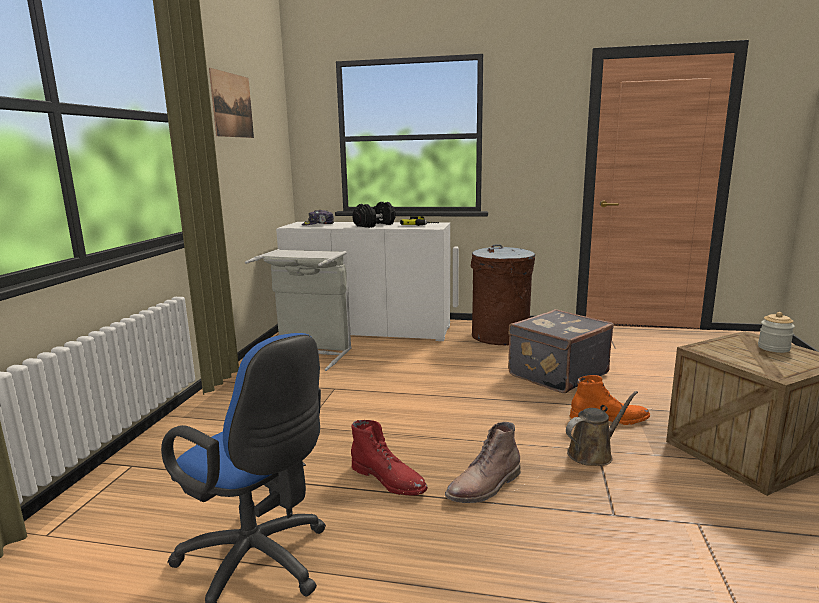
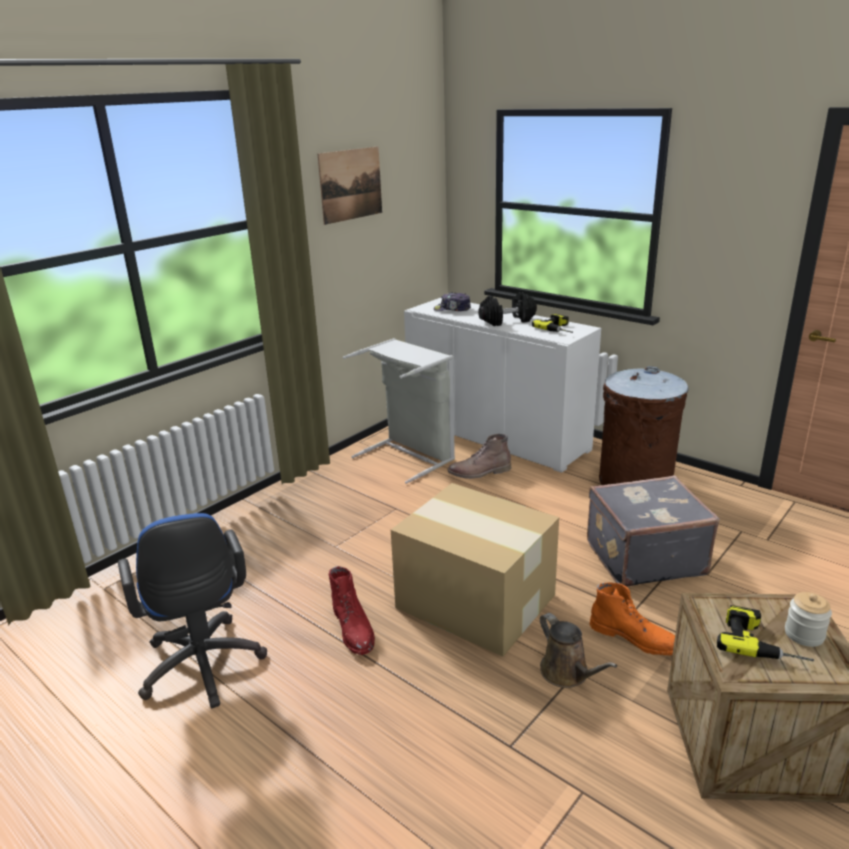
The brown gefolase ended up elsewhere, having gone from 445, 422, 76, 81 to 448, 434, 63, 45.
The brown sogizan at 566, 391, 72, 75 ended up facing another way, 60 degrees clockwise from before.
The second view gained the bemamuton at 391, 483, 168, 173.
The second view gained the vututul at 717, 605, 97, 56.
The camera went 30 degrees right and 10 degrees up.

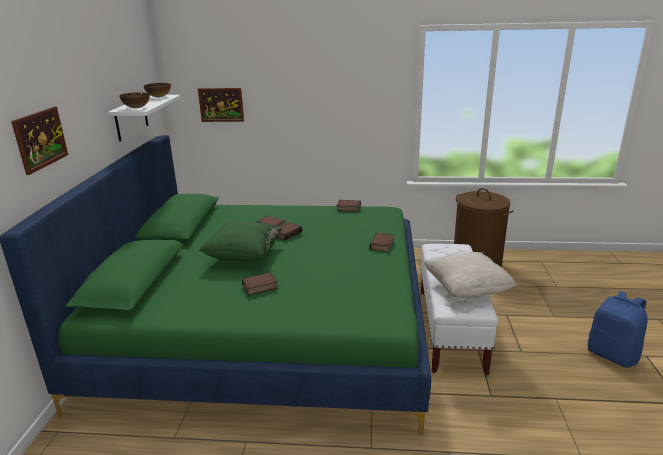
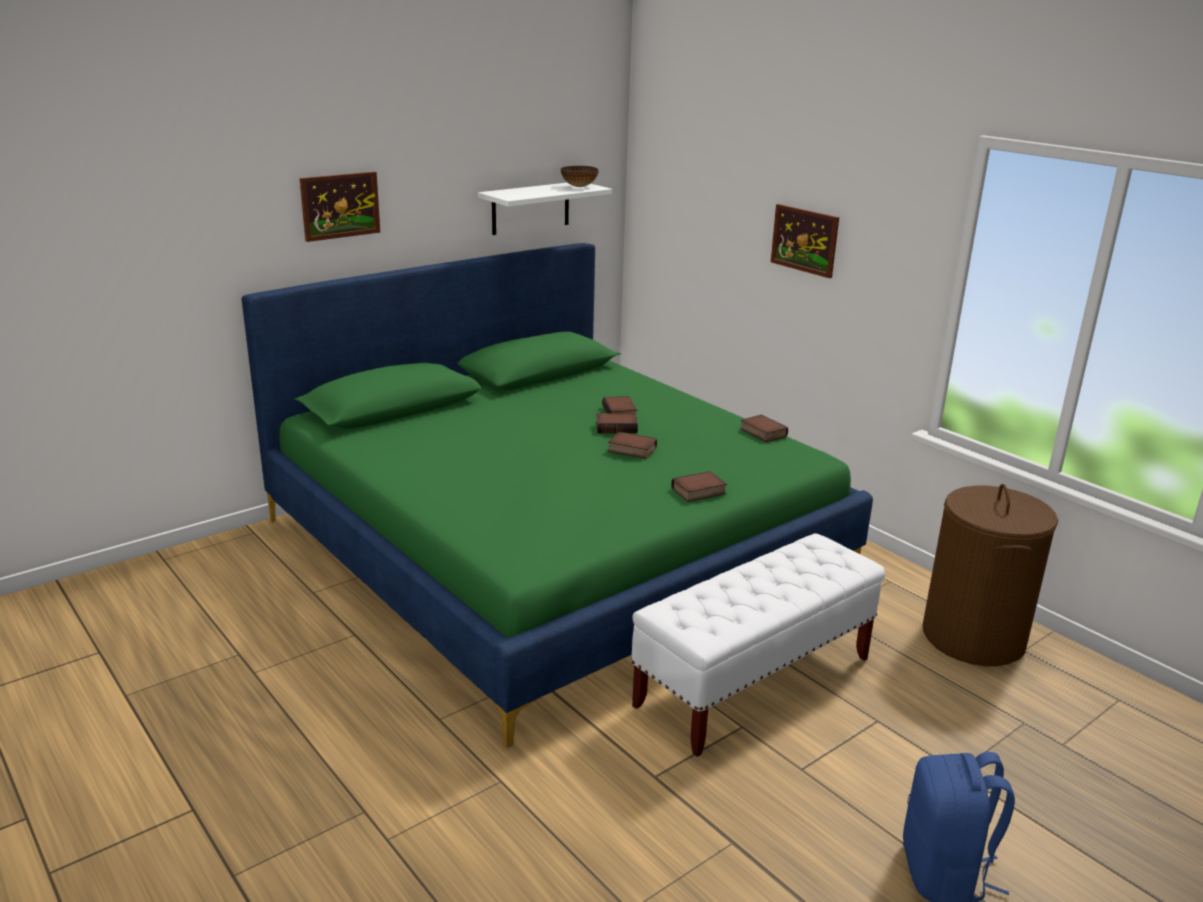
The second view lost the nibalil at 119, 92, 31, 17.
The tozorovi ended up elsewhere, having gone from 198, 88, 46, 34 to 771, 204, 68, 74.
The second view lost the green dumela at 199, 221, 83, 41.
The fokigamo ended up elsewhere, having gone from 242, 272, 36, 23 to 608, 432, 49, 27.
The second view lost the beige dumela at 424, 252, 93, 46.
The camera went 45 degrees right and 0 degrees up.

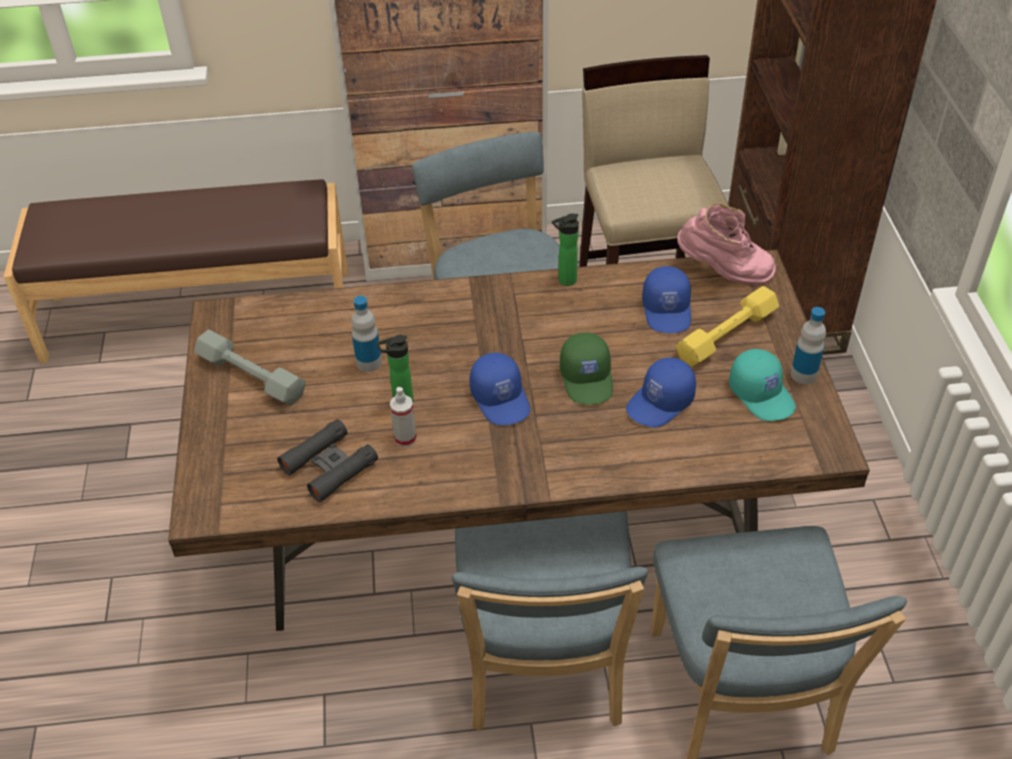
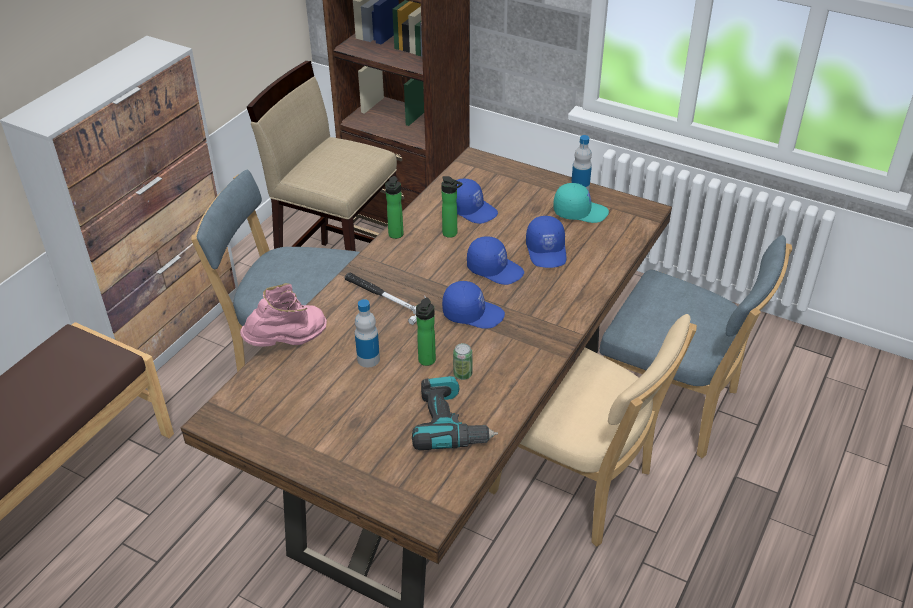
The second view lost the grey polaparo at 194, 330, 112, 76.
Where the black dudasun stood at 277, 419, 101, 83, the vututul came to stand at 412, 376, 86, 74.
Where the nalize stood at 390, 387, 27, 60, the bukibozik came to stand at 453, 343, 19, 37.
What was the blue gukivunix at 452, 511, 196, 220 turned into the beige gukivunix at 489, 314, 208, 233.
What was the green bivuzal at 560, 333, 53, 72 turned into the blue bivuzal at 467, 236, 57, 49.
The second view lost the yellow polaparo at 676, 286, 103, 81.
The pink gefolase ended up elsewhere, having gone from 677, 203, 99, 82 to 240, 283, 87, 63.
The second view gained the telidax at 345, 273, 81, 52.
The second view gained the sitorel at 441, 176, 22, 62.
The camera went 55 degrees left and 5 degrees down.

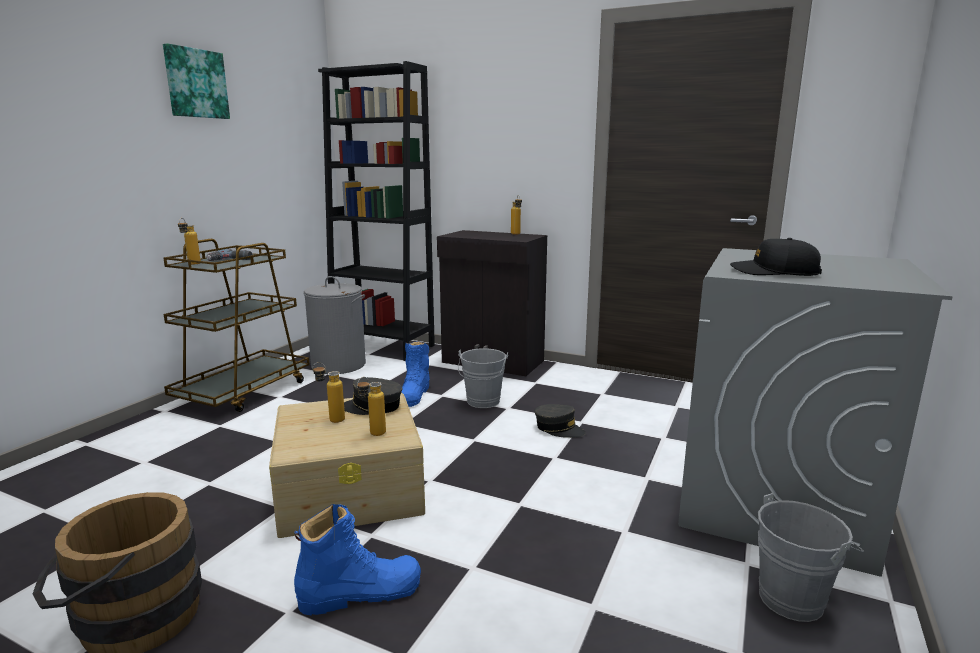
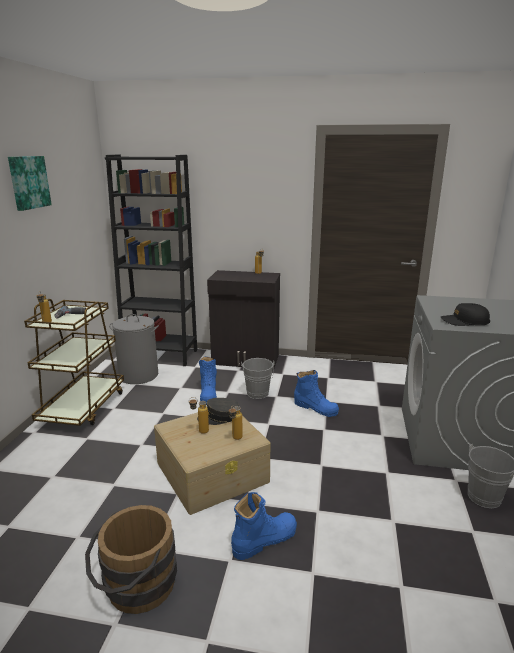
Where the grey bivuzal stood at 535, 404, 51, 34, the blue gefolase came to stand at 294, 370, 45, 47.
The camera went 15 degrees left and 5 degrees up.

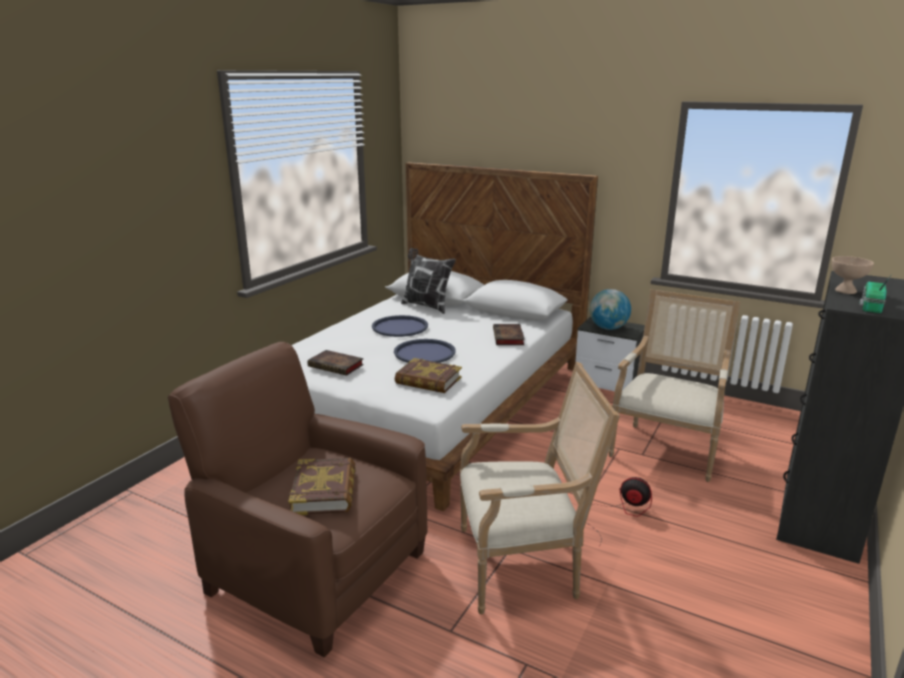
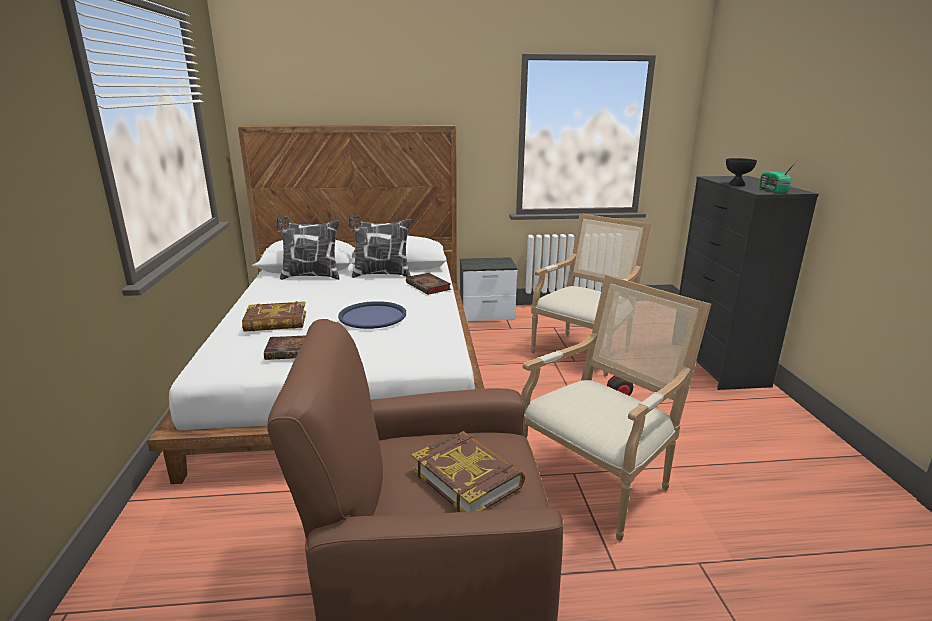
The second view lost the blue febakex at 372, 315, 56, 22.
The fokigamo ended up elsewhere, having gone from 395, 358, 67, 35 to 242, 301, 64, 31.
The second view lost the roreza at 590, 289, 41, 41.
The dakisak at 609, 289, 131, 193 ended up facing another way, 45 degrees clockwise from before.
What was the beige nibalil at 832, 256, 42, 38 turned into the black nibalil at 726, 158, 31, 28.
The second view gained the dumela at 348, 215, 63, 63.
The camera went 35 degrees left and 0 degrees up.

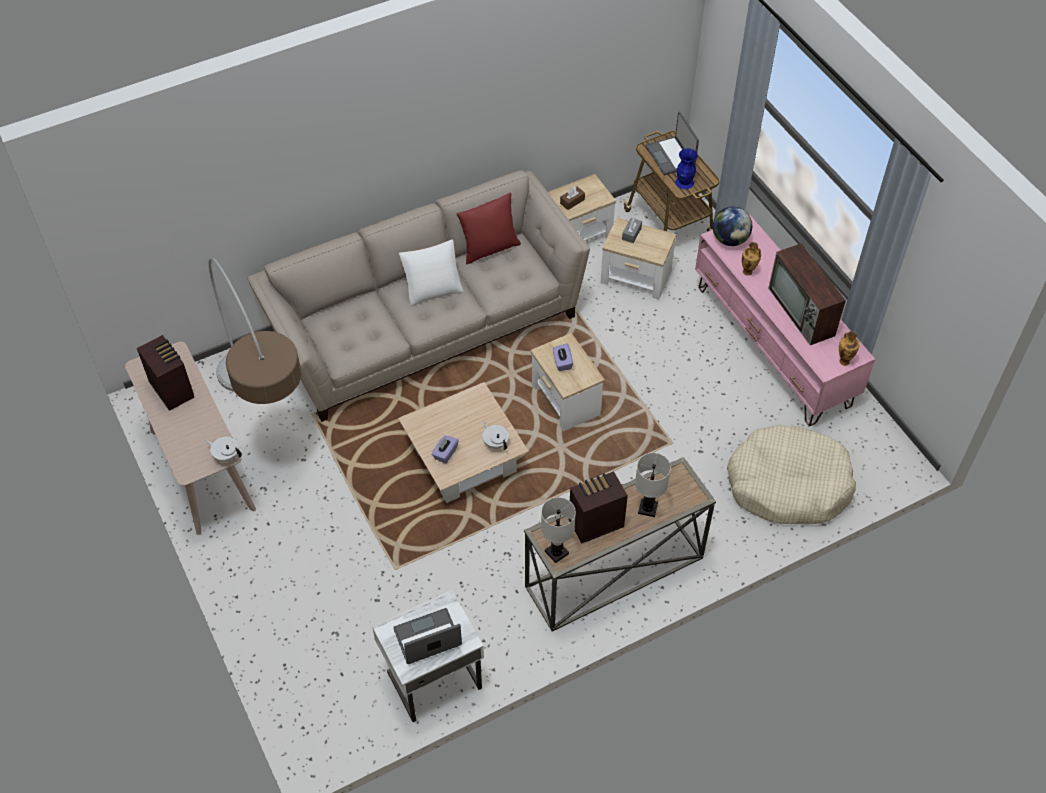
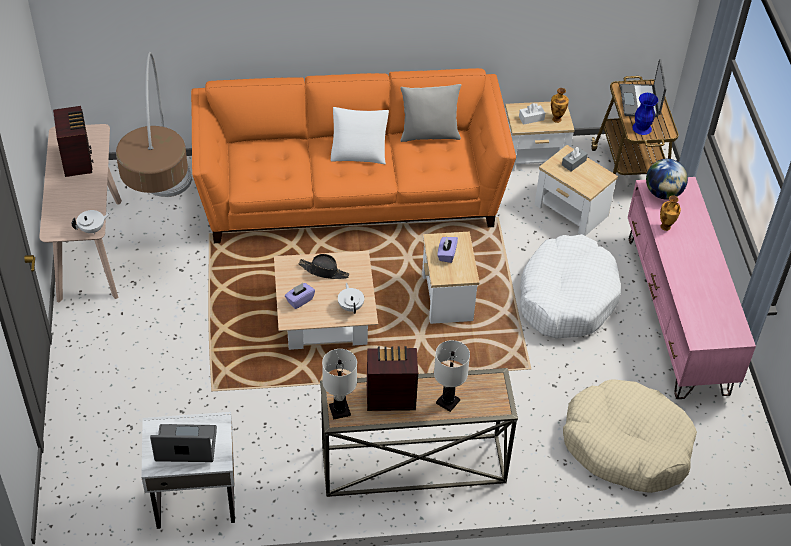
The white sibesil at 206, 436, 36, 26 ended up facing another way, 105 degrees clockwise from before.
What was the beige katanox at 247, 170, 343, 252 turned into the orange katanox at 191, 68, 325, 175.
What was the red dumela at 456, 192, 65, 72 turned into the grey dumela at 400, 84, 61, 58.
What was the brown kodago at 560, 186, 25, 24 turned into the white kodago at 519, 103, 26, 22.
The second view lost the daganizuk at 769, 243, 77, 102.
The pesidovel ended up elsewhere, having gone from 839, 331, 20, 35 to 551, 88, 18, 35.
The second view gained the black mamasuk at 299, 254, 50, 25.
The second view gained the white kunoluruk at 520, 234, 101, 105.
The camera went 20 degrees right and 5 degrees down.

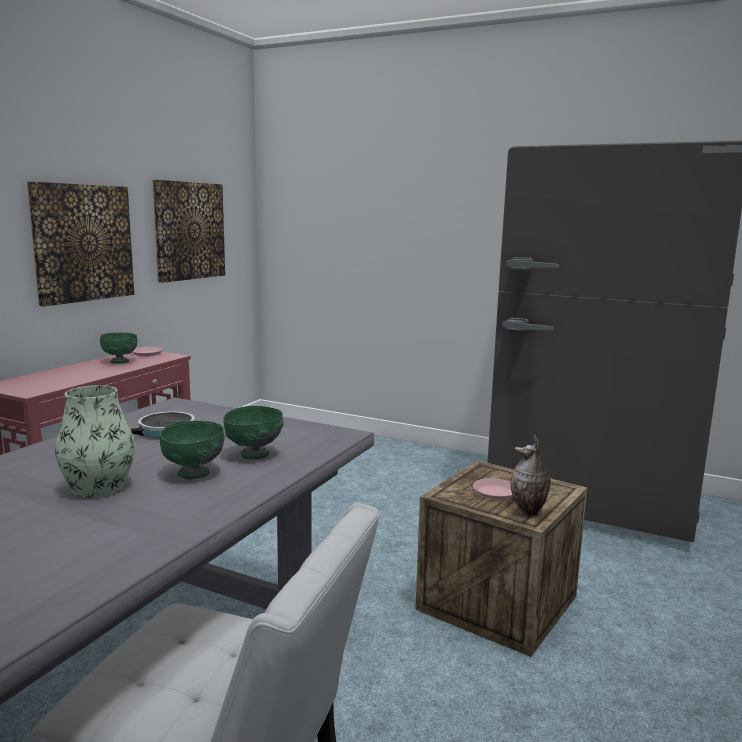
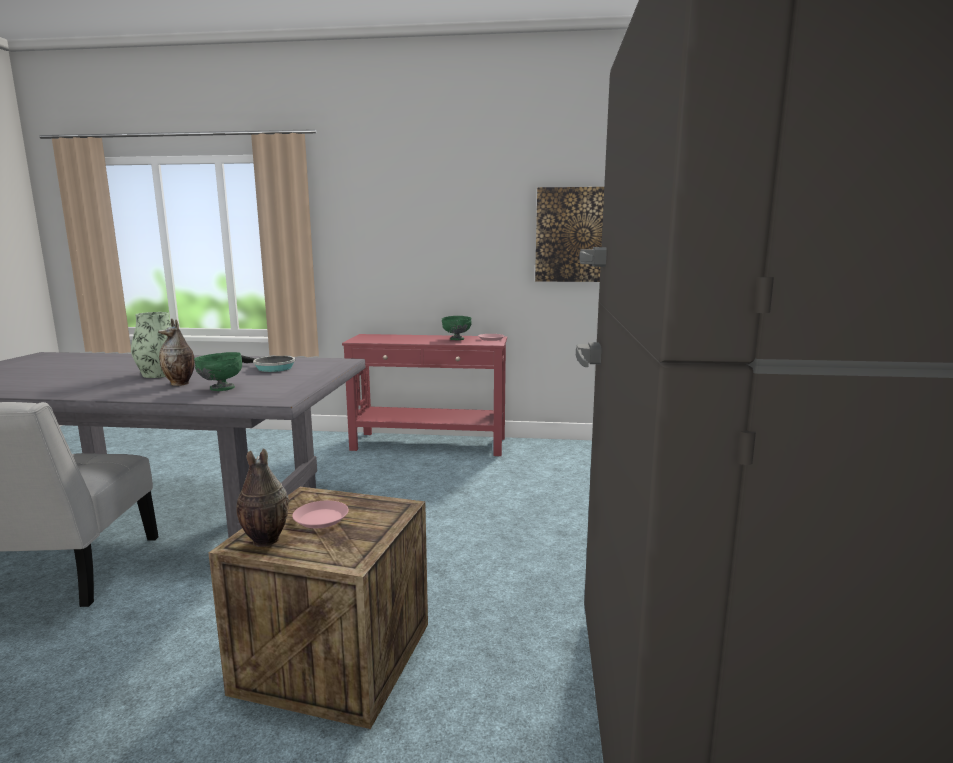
The second view lost the tozorovi at 27, 181, 107, 126.
Where the green nibalil stood at 160, 421, 65, 58, the pesidovel came to stand at 158, 319, 37, 67.
The camera went 70 degrees right and 0 degrees up.

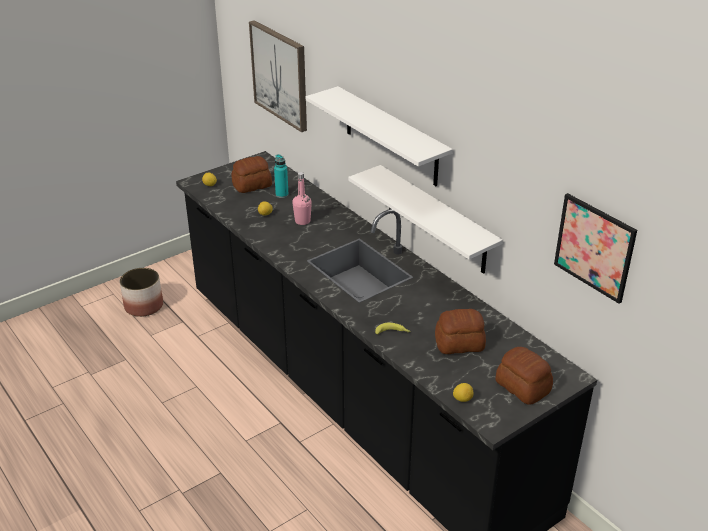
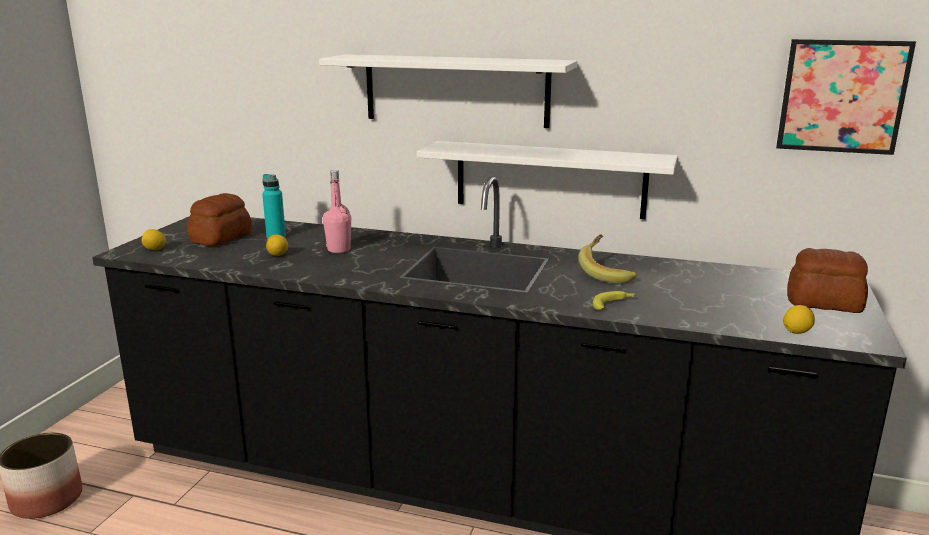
The second view lost the tozorovi at 249, 20, 58, 112.
The second view lost the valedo at 435, 309, 51, 45.
The second view gained the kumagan at 578, 234, 59, 49.
The camera went 35 degrees left and 15 degrees down.

